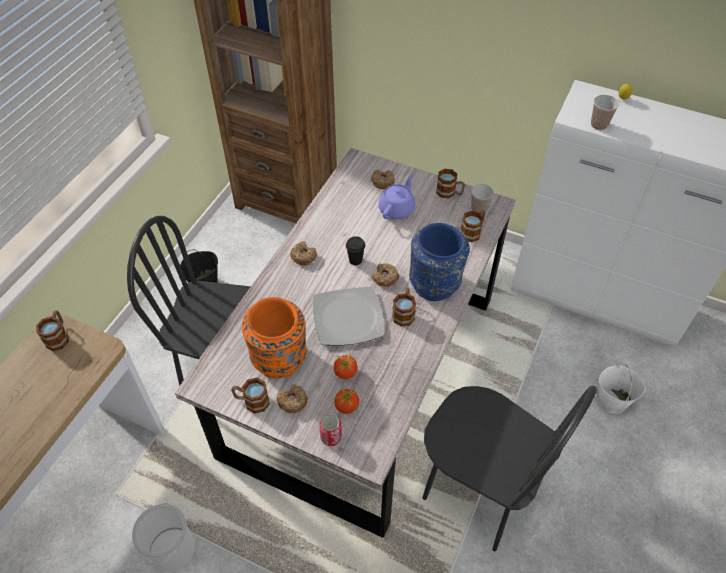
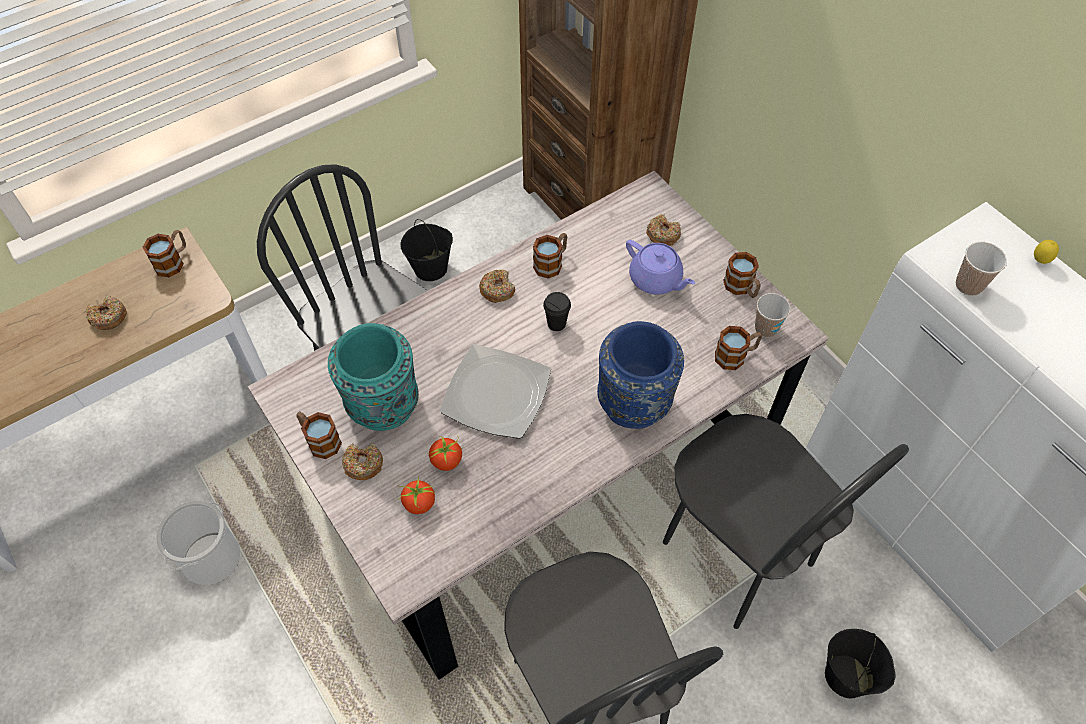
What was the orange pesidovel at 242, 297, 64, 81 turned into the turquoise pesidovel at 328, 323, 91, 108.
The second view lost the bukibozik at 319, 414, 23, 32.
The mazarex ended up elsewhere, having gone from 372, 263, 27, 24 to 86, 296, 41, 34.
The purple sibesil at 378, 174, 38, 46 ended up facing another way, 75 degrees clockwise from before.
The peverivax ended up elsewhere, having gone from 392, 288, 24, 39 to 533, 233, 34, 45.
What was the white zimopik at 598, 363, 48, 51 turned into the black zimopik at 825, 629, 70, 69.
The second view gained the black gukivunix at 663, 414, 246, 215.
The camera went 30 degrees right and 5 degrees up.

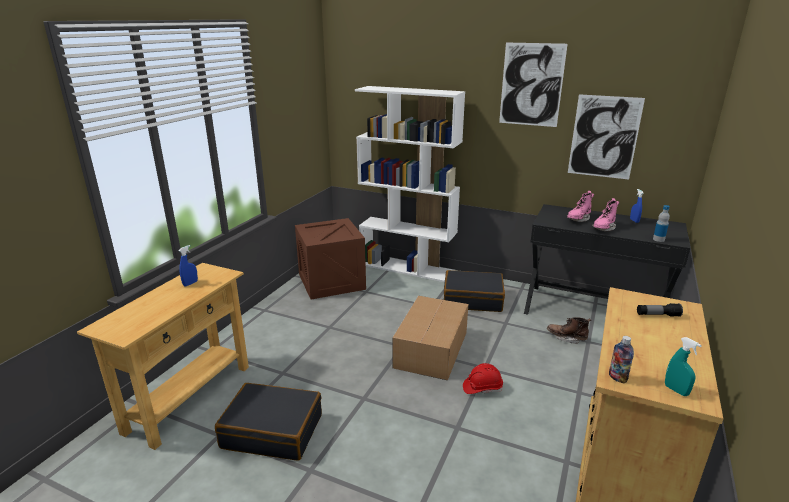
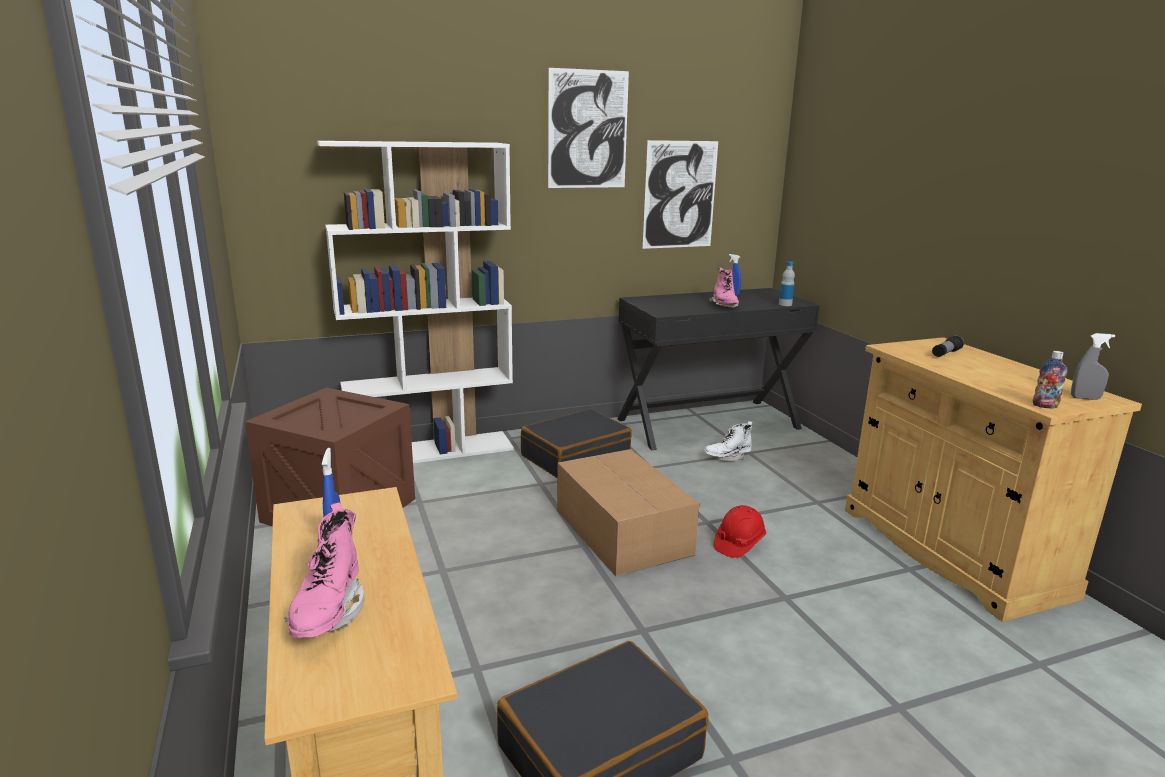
What was the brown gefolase at 547, 317, 44, 27 turned into the white gefolase at 704, 421, 48, 40.
The pink gefolase ended up elsewhere, having gone from 567, 191, 27, 31 to 284, 502, 80, 136.
What was the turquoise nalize at 665, 337, 37, 59 turned into the grey nalize at 1071, 333, 44, 67.
The camera went 45 degrees left and 5 degrees down.

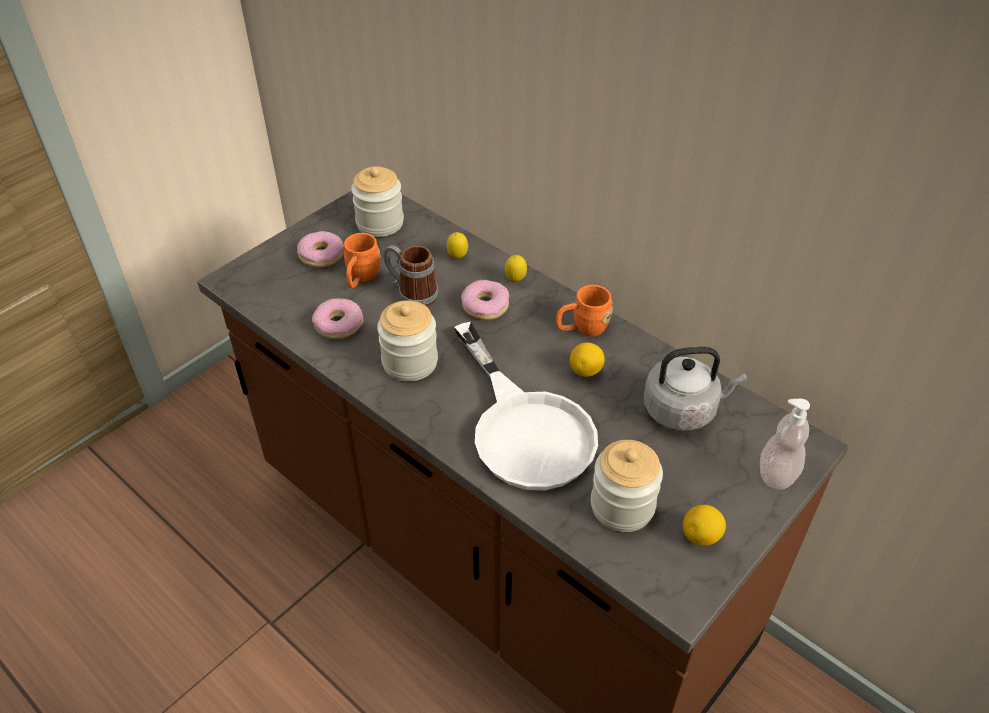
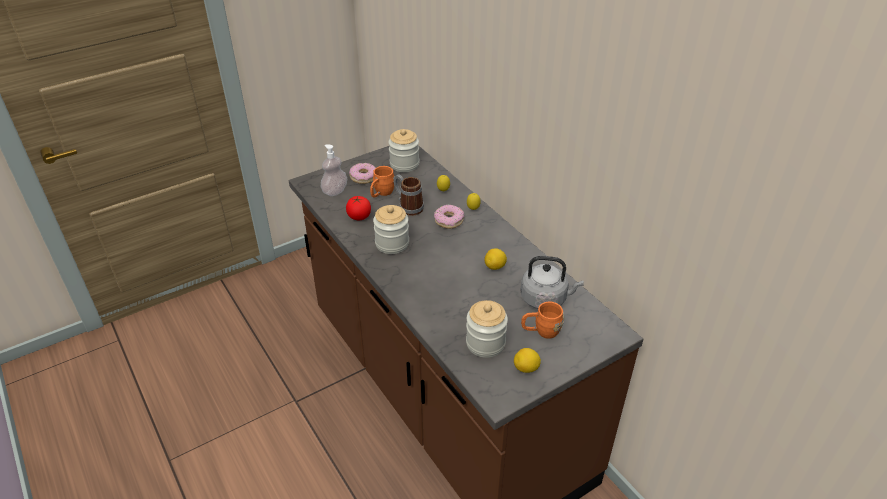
Where the mazarex stood at 312, 298, 51, 41, the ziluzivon came to stand at 346, 196, 25, 24.
The second view lost the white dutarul at 454, 322, 144, 168.
The orange peverivax ended up elsewhere, having gone from 556, 285, 57, 51 to 521, 302, 43, 37.
The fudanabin ended up elsewhere, having gone from 760, 399, 50, 91 to 321, 145, 26, 51.
The camera went 15 degrees right and 5 degrees down.

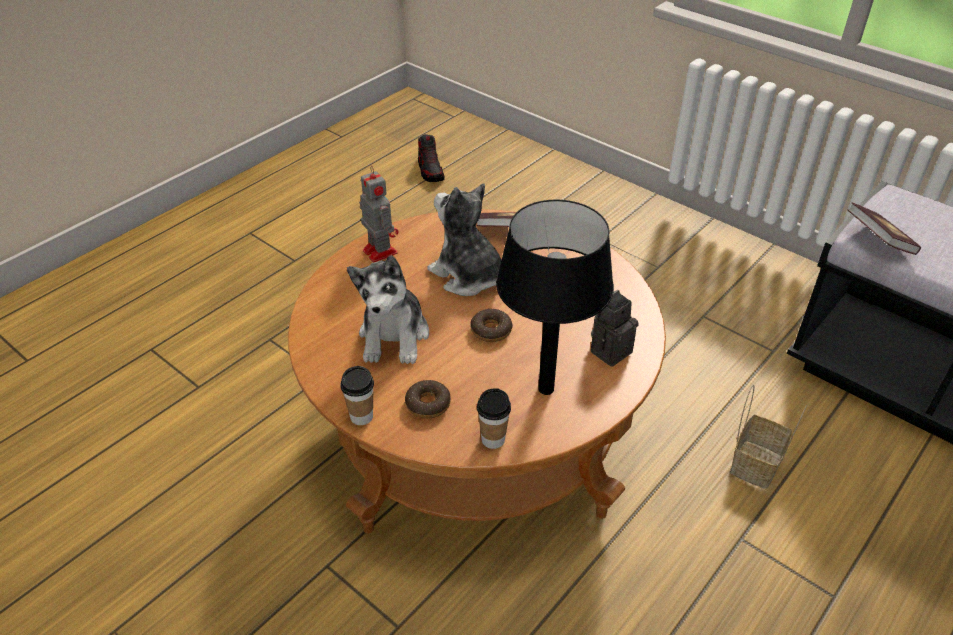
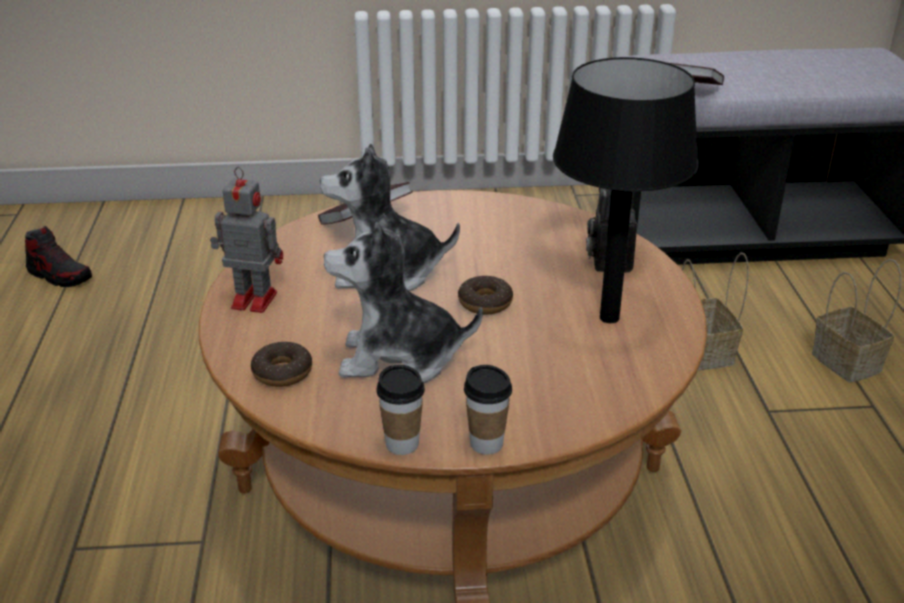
The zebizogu at 347, 255, 82, 109 ended up facing another way, 135 degrees clockwise from before.
The mazarex ended up elsewhere, having gone from 405, 380, 46, 39 to 251, 342, 61, 45.
The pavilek ended up elsewhere, having gone from 477, 388, 34, 61 to 376, 365, 49, 90.
The second view gained the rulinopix at 812, 259, 89, 124.
The camera went 45 degrees left and 10 degrees down.

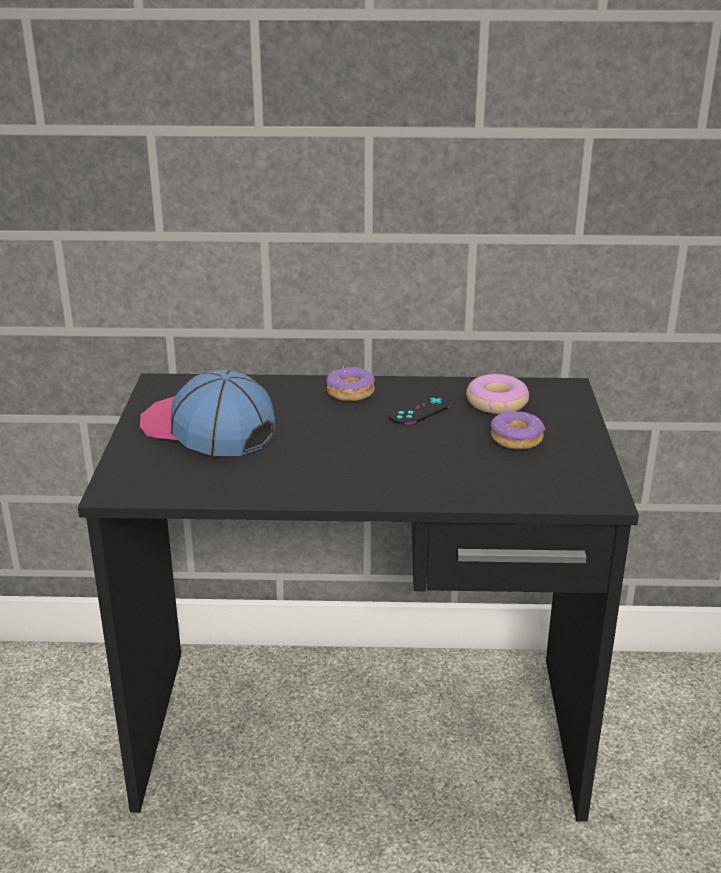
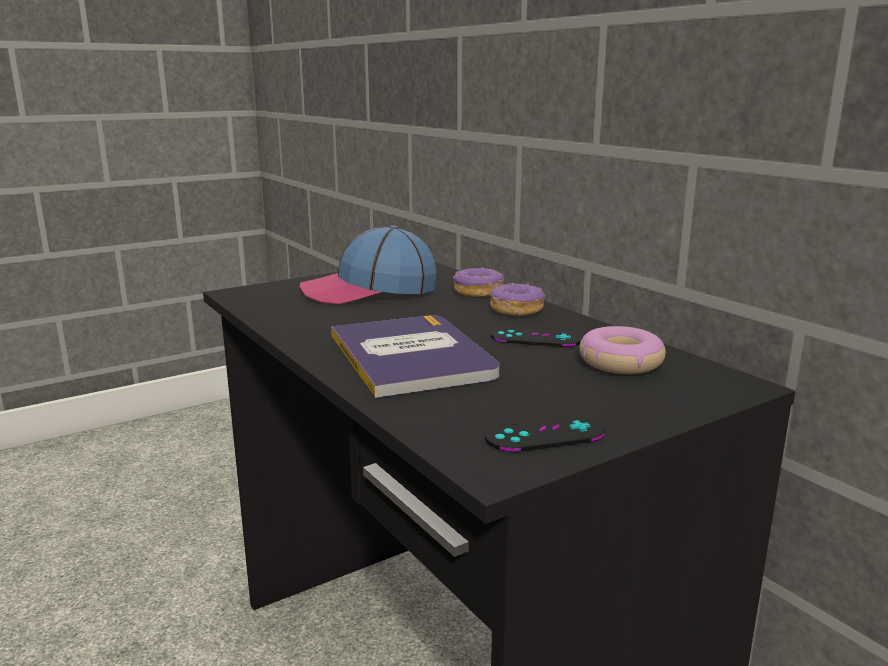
The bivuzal at 140, 370, 135, 86 ended up facing another way, 105 degrees counterclockwise from before.
The mazarex ended up elsewhere, having gone from 491, 411, 54, 39 to 453, 268, 51, 29.
The second view gained the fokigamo at 331, 315, 169, 83.
The second view gained the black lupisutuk at 485, 415, 120, 37.
The camera went 55 degrees right and 10 degrees down.

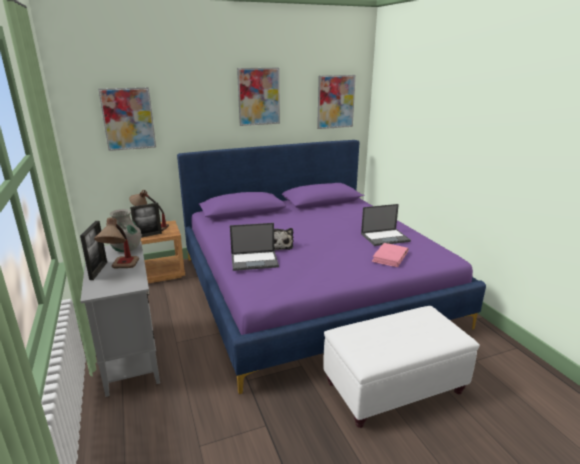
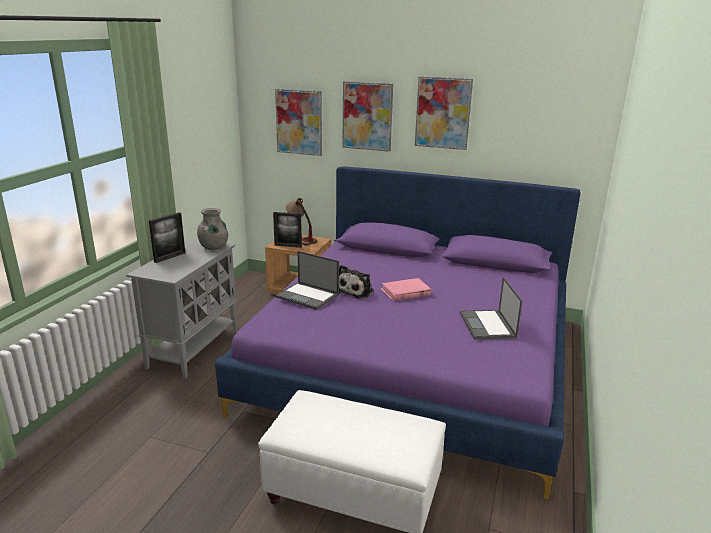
The second view lost the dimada at 94, 217, 45, 51.
The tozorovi ended up elsewhere, having gone from 317, 75, 39, 54 to 343, 81, 50, 71.
The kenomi at 361, 204, 50, 42 ended up facing another way, 60 degrees clockwise from before.
The pink fokigamo ended up elsewhere, having gone from 372, 243, 36, 24 to 381, 278, 51, 23.
The camera went 40 degrees right and 0 degrees up.

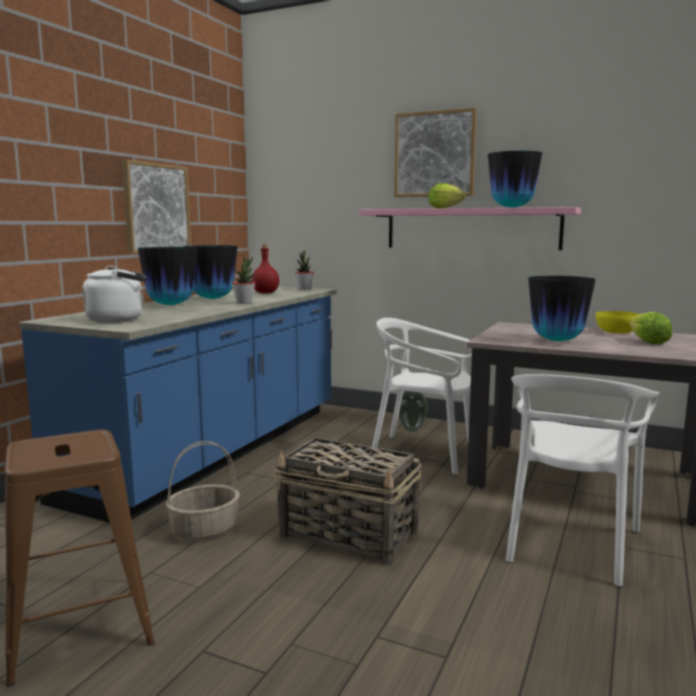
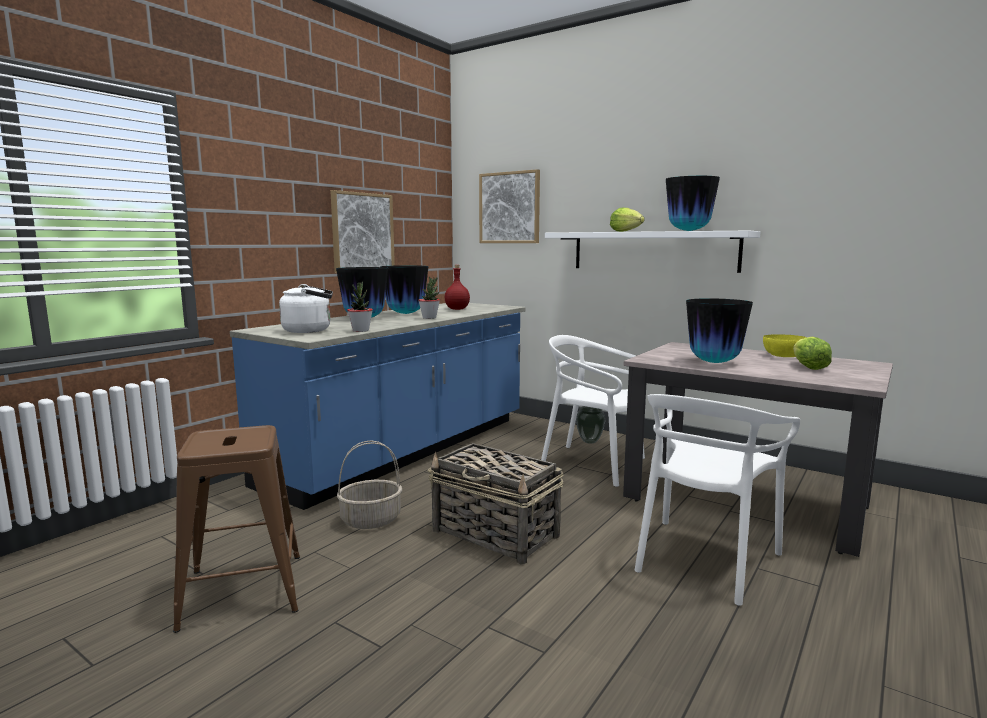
The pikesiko ended up elsewhere, having gone from 295, 251, 19, 38 to 347, 282, 26, 50.
What was the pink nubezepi at 359, 207, 222, 43 turned into the white nubezepi at 545, 231, 215, 42.
The tozorovi ended up elsewhere, having gone from 394, 108, 83, 89 to 479, 169, 61, 74.
The camera went 10 degrees right and 0 degrees up.

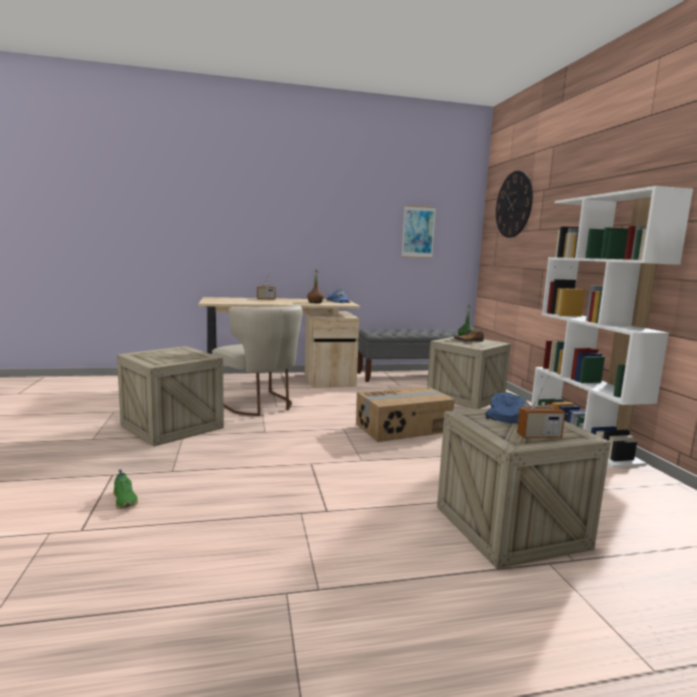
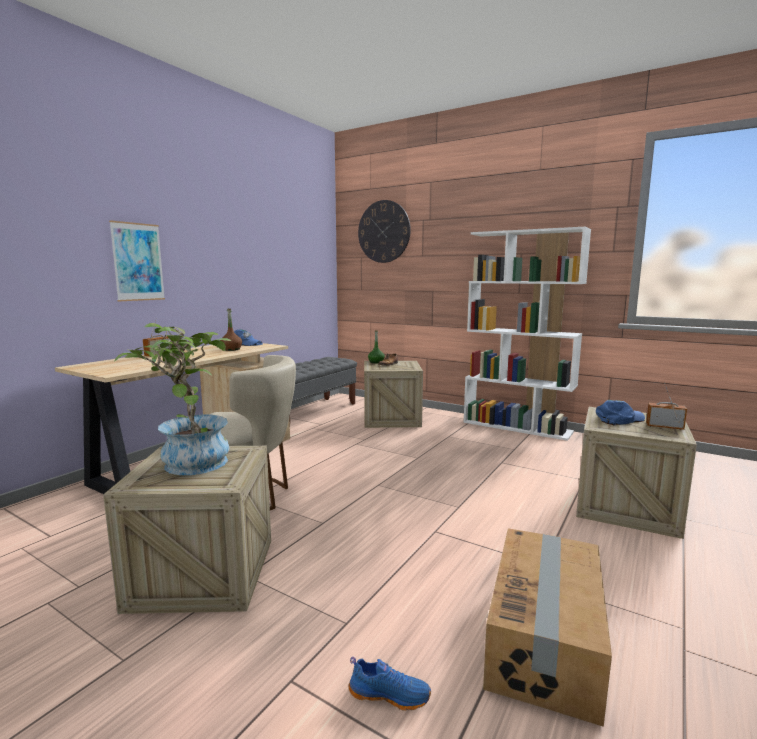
What was the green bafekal at 113, 469, 25, 40 turned into the blue bafekal at 349, 657, 82, 54.
The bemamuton ended up elsewhere, having gone from 356, 386, 99, 56 to 483, 528, 129, 199.
The tozorovi ended up elsewhere, having gone from 401, 205, 35, 53 to 109, 220, 56, 81.
The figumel at 517, 377, 48, 61 ended up facing another way, 105 degrees counterclockwise from before.
The second view gained the pikesiko at 115, 323, 116, 152.
The camera went 45 degrees left and 0 degrees up.

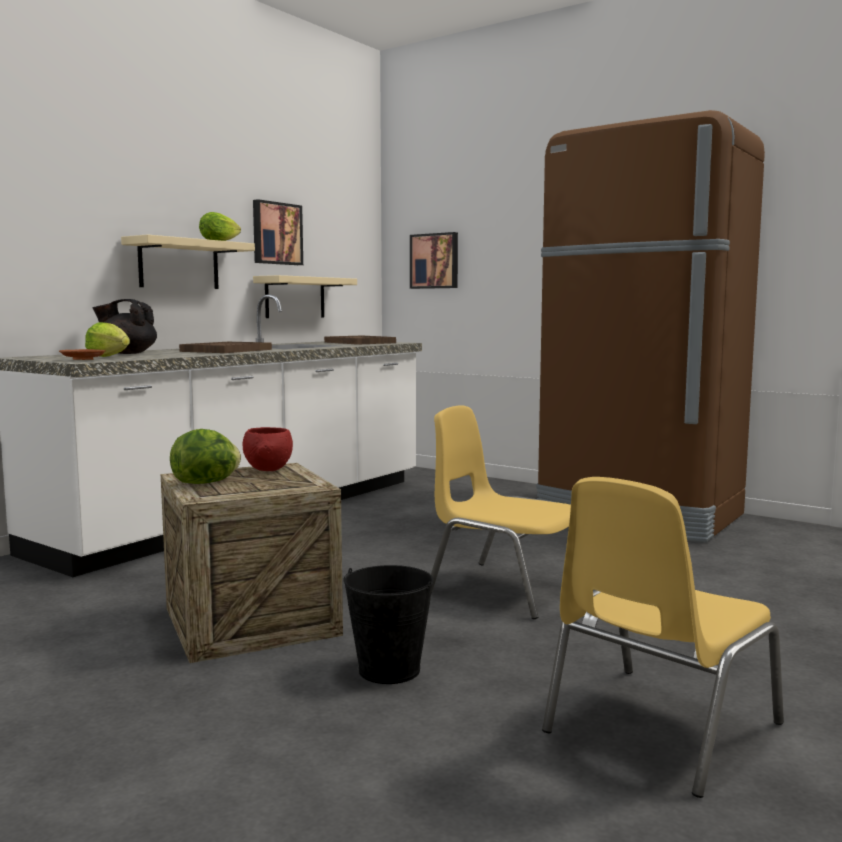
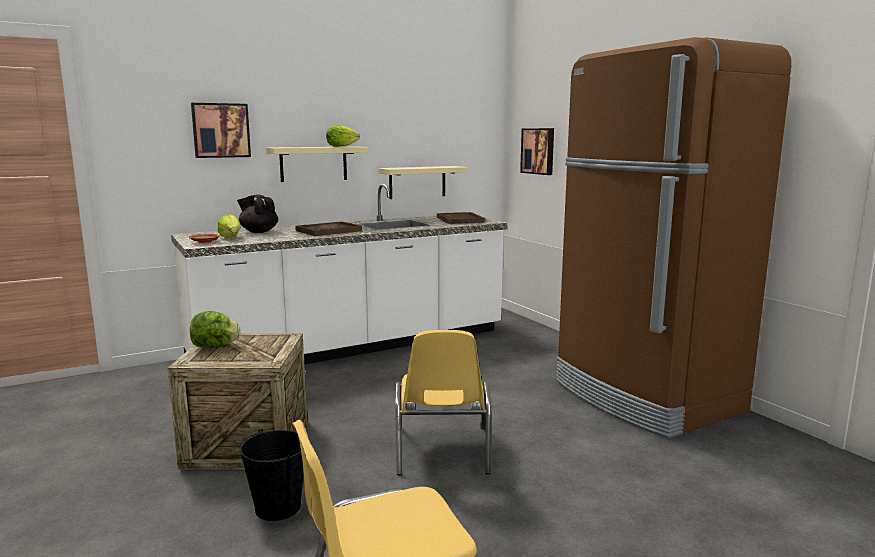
The second view lost the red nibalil at 243, 427, 50, 44.
The tozorovi ended up elsewhere, having gone from 253, 199, 50, 66 to 191, 103, 60, 55.
The yellow gukivunix at 431, 406, 140, 213 ended up facing another way, 150 degrees counterclockwise from before.
The camera went 25 degrees right and 5 degrees up.

